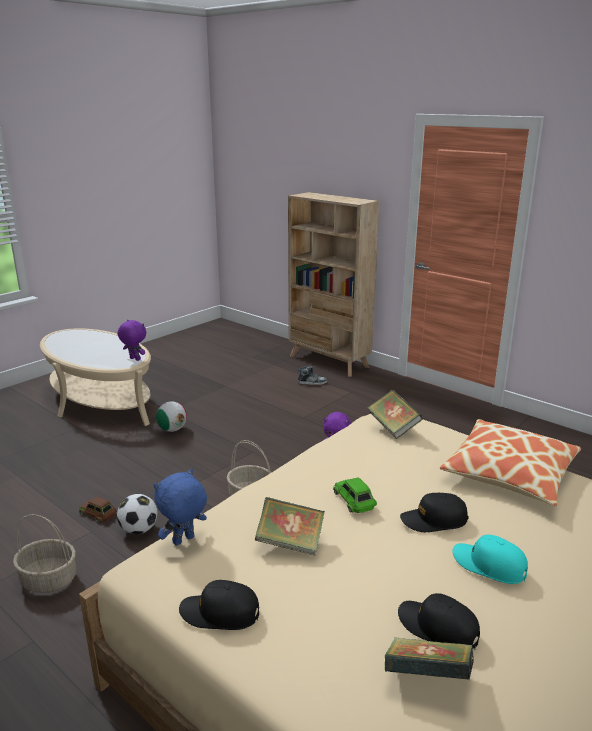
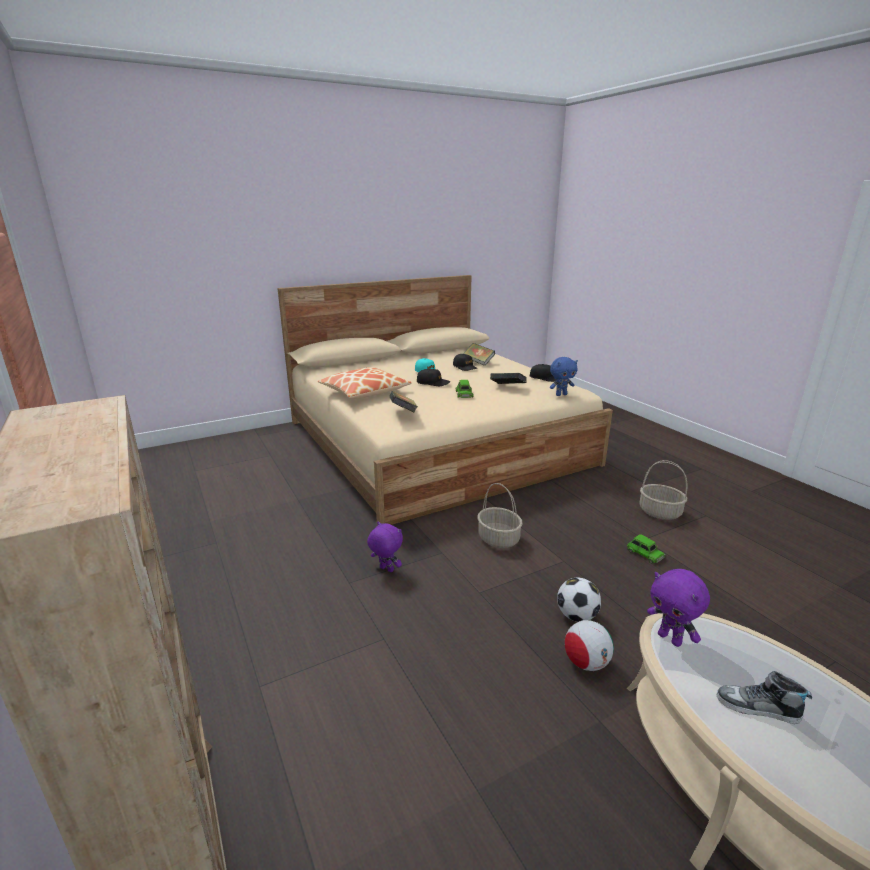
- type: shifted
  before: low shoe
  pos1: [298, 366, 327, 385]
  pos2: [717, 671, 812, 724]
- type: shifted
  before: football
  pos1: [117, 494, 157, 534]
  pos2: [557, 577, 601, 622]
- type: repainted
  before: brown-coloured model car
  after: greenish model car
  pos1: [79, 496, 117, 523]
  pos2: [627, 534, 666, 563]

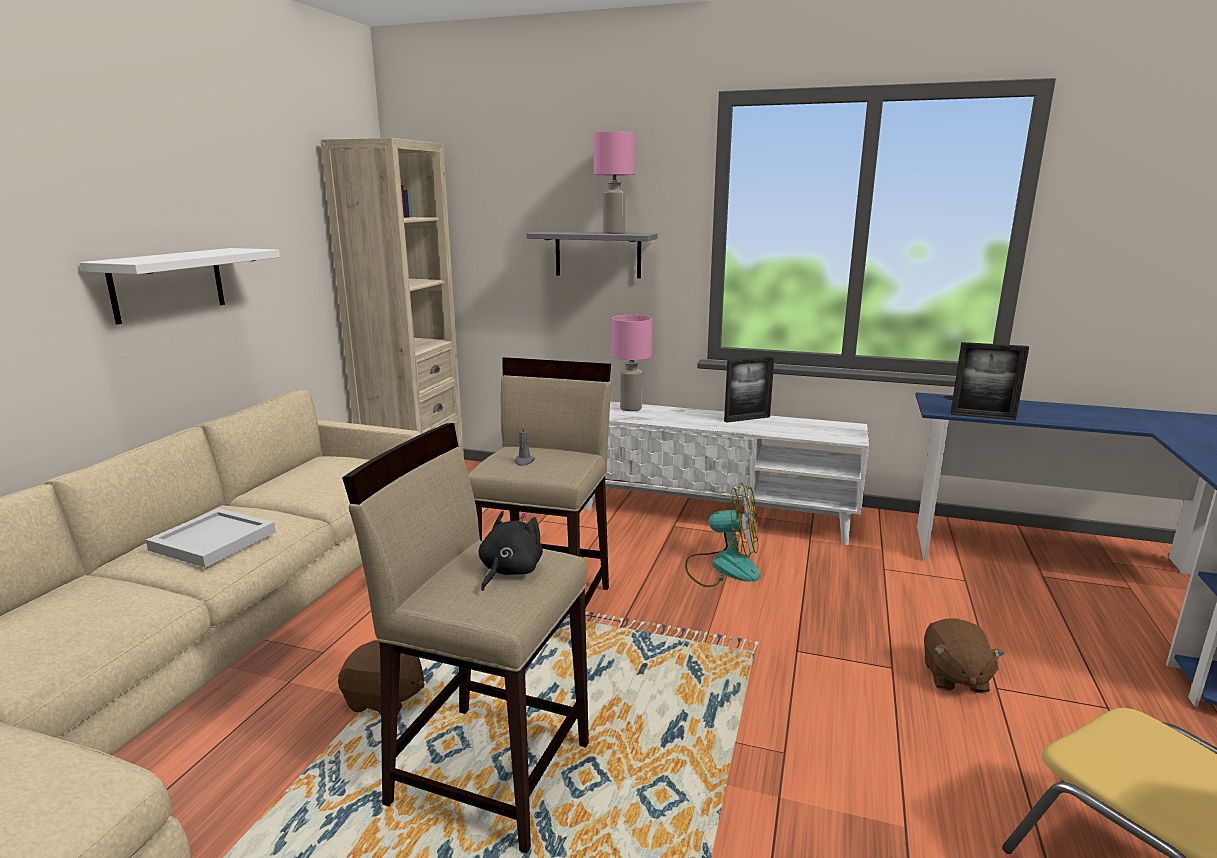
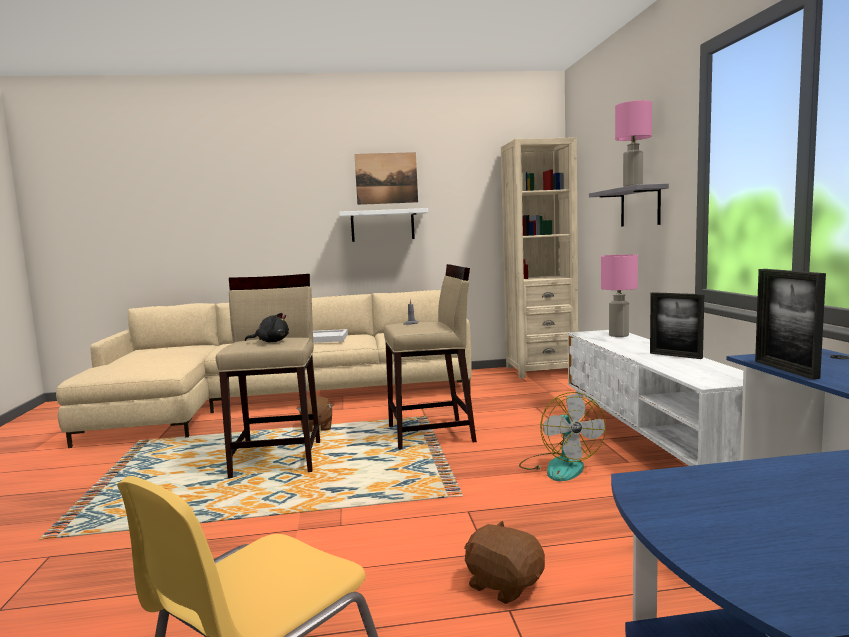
- type: rotated
  before: brown-coloured soft toy
  pos1: [924, 618, 1004, 693]
  pos2: [464, 520, 545, 604]
  turn: 60
- type: new
  after: wall art
  pos2: [354, 152, 418, 205]

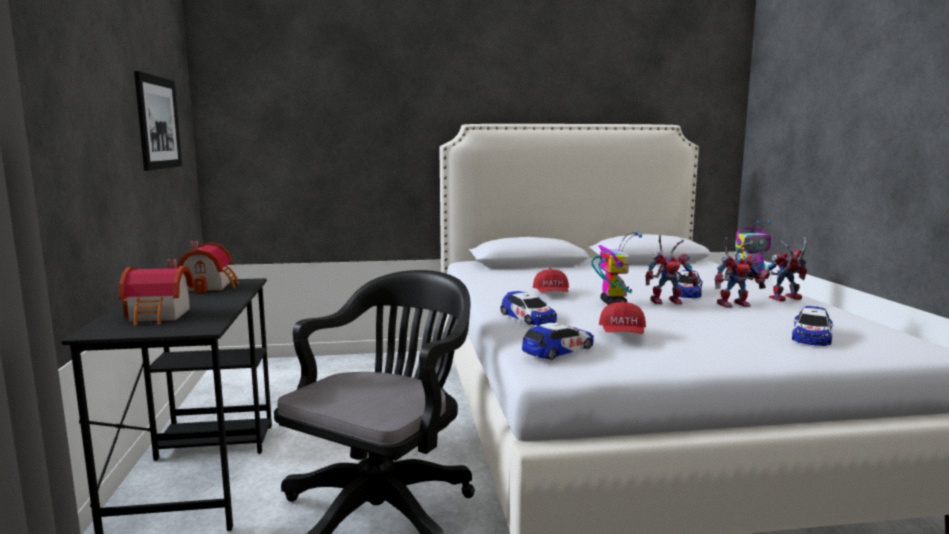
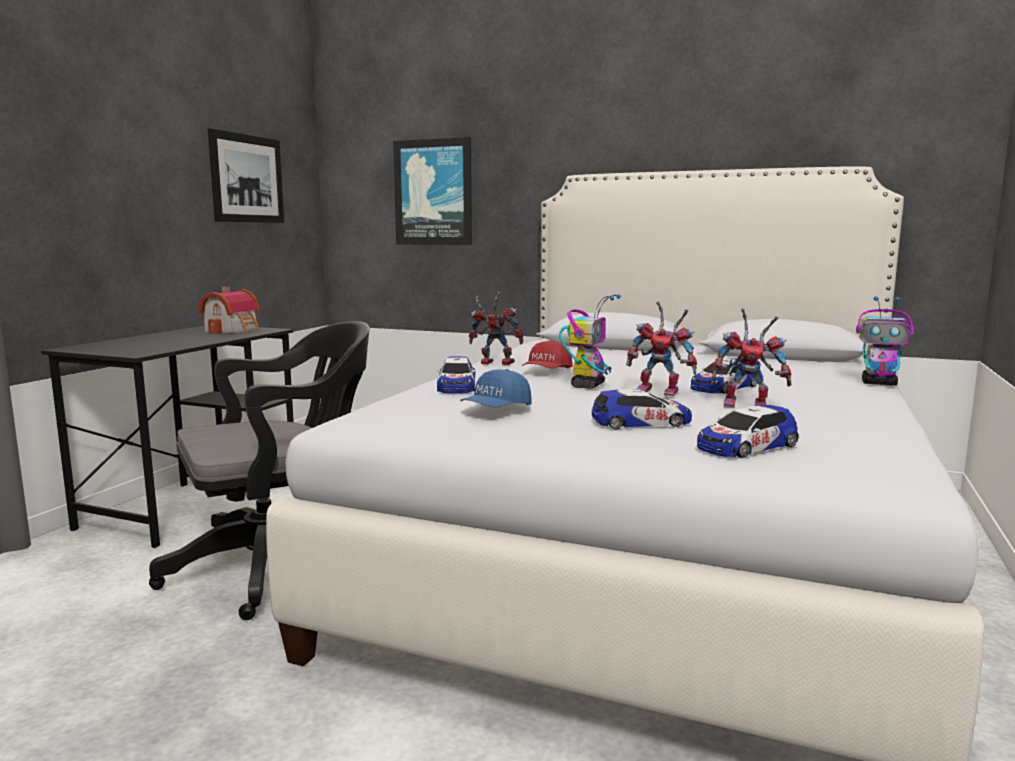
- type: shifted
  before: toy robot
  pos1: [760, 237, 807, 302]
  pos2: [469, 292, 524, 365]
- type: gone
  before: miniature house
  pos1: [119, 259, 194, 325]
- type: repainted
  before: reddish cap
  after: blue-coloured cap
  pos1: [599, 301, 646, 334]
  pos2: [460, 369, 532, 407]
- type: shifted
  before: model car
  pos1: [522, 323, 594, 360]
  pos2: [592, 389, 692, 429]
- type: new
  after: wall art
  pos2: [393, 137, 472, 245]

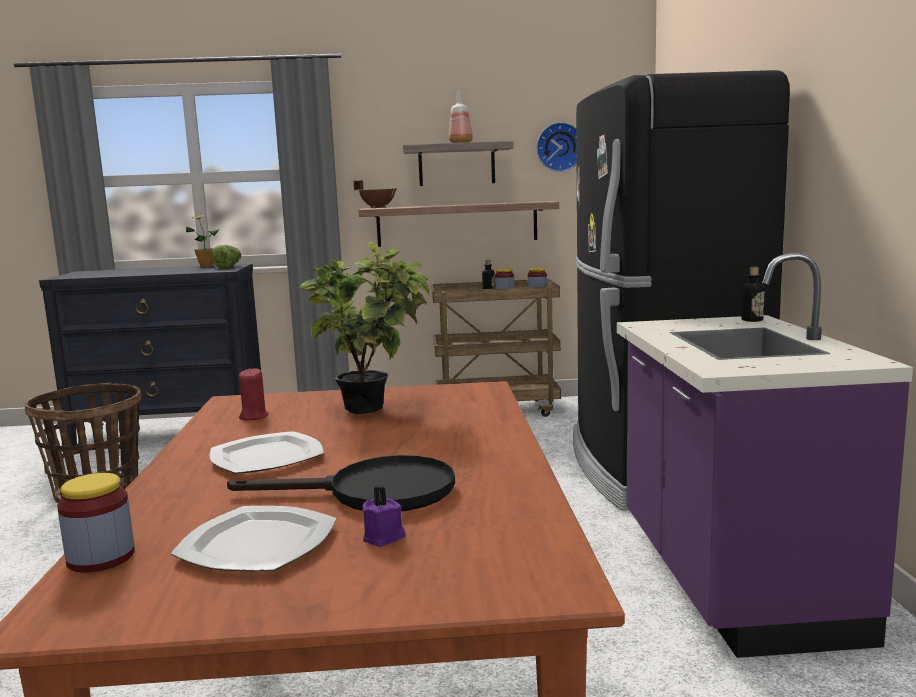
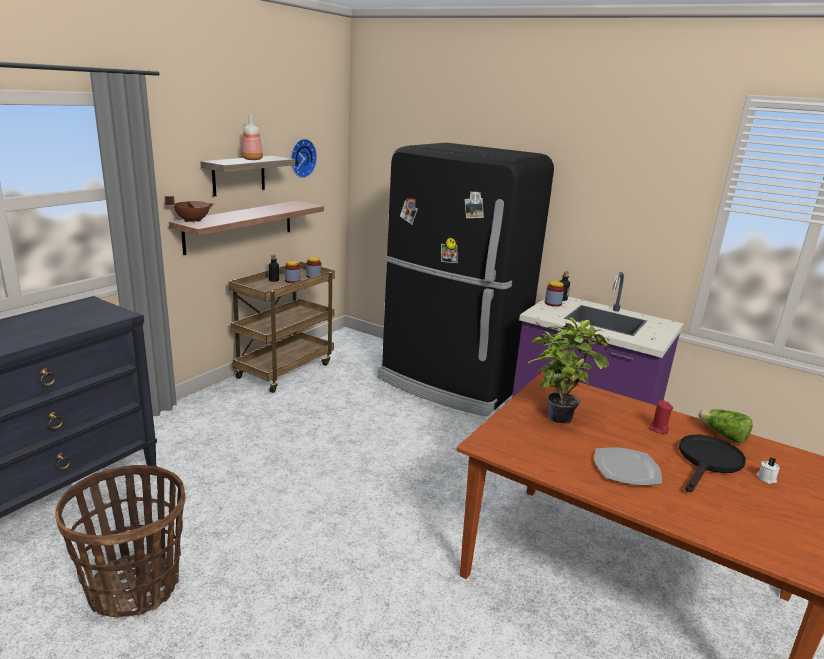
- type: gone
  before: plant in a pot
  pos1: [186, 215, 219, 267]
- type: shifted
  before: head of lettuce
  pos1: [211, 245, 241, 268]
  pos2: [698, 409, 753, 443]
- type: shifted
  before: reddish wax candle
  pos1: [239, 368, 269, 421]
  pos2: [648, 400, 673, 434]
- type: shifted
  before: storage jar
  pos1: [57, 473, 135, 573]
  pos2: [545, 281, 564, 307]
- type: repainted
  before: purplish wax candle
  after: whitish wax candle
  pos1: [363, 486, 406, 547]
  pos2: [757, 457, 780, 484]
- type: gone
  before: flat dish
  pos1: [170, 506, 337, 571]

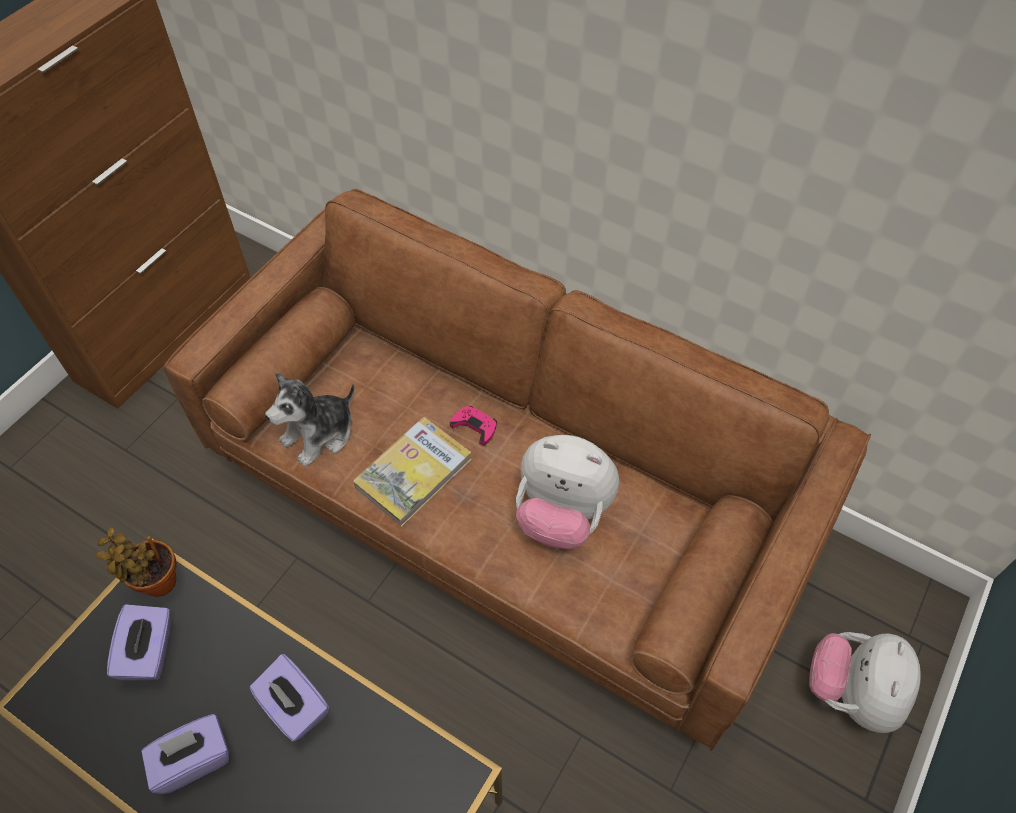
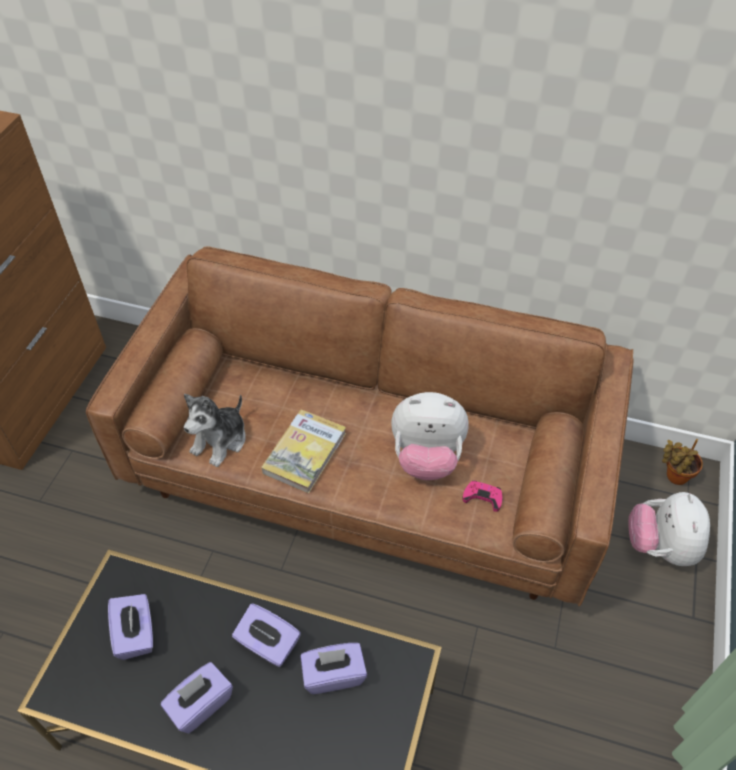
- type: shifted
  before: pink-coloured gamepad
  pos1: [450, 406, 497, 445]
  pos2: [462, 481, 502, 512]
- type: shifted
  before: plant in a pot
  pos1: [96, 527, 177, 597]
  pos2: [662, 439, 703, 485]
- type: new
  after: purplish box of tissues
  pos2: [300, 643, 367, 694]

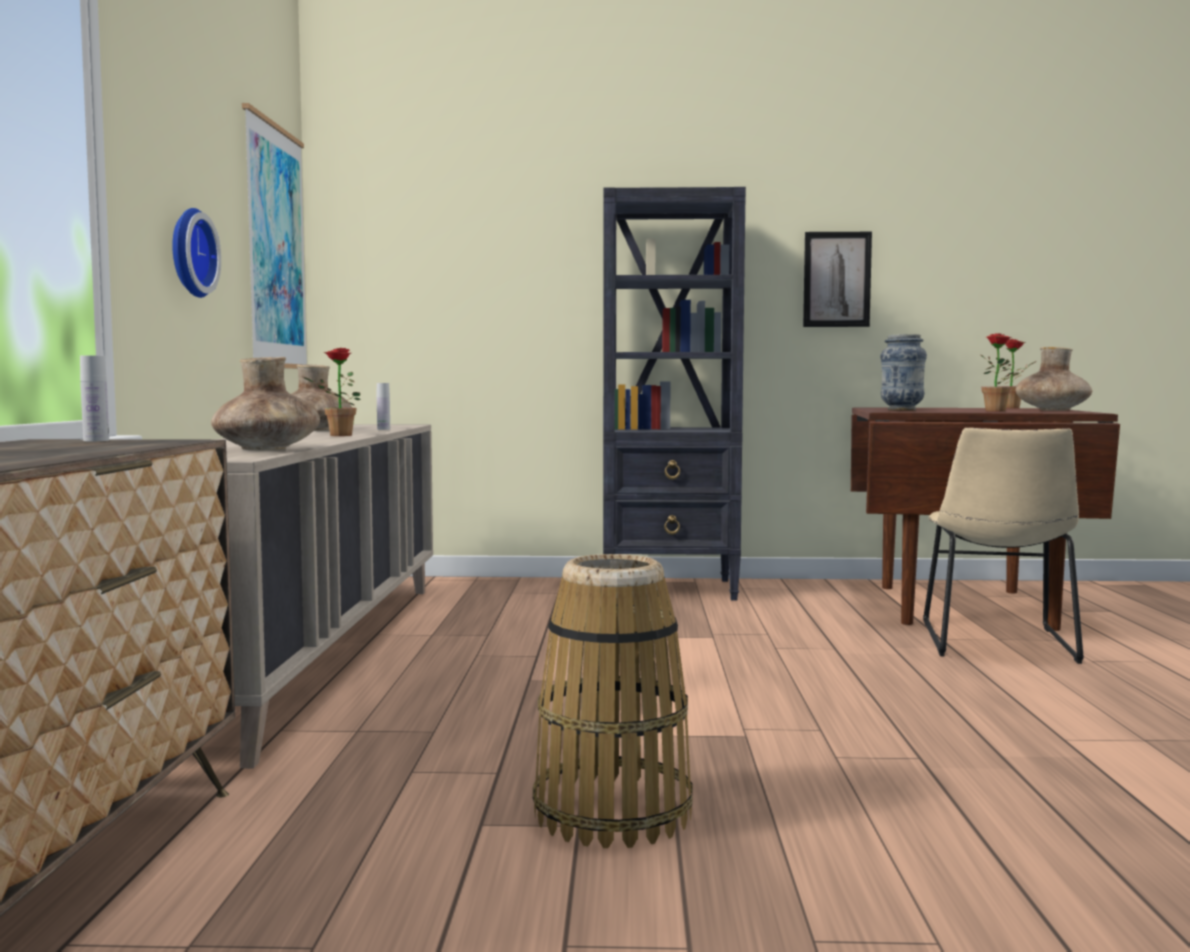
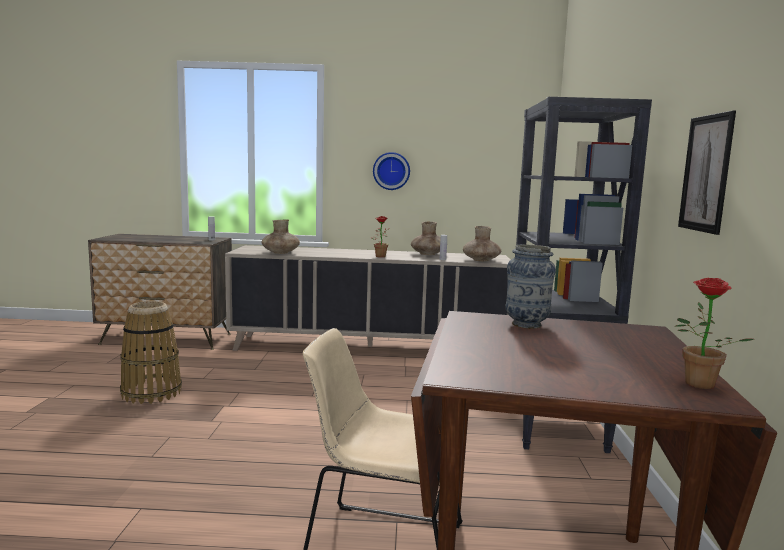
- type: gone
  before: wall art
  pos1: [242, 103, 307, 369]
- type: gone
  before: plant in a pot
  pos1: [981, 333, 1018, 412]
- type: shifted
  before: brown-coloured flower vase
  pos1: [1015, 347, 1092, 411]
  pos2: [463, 226, 501, 261]

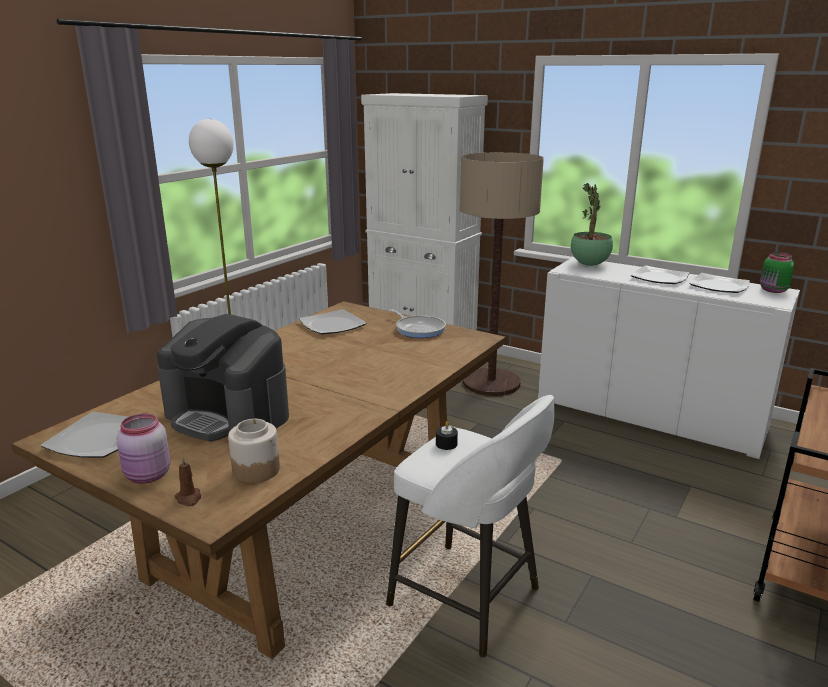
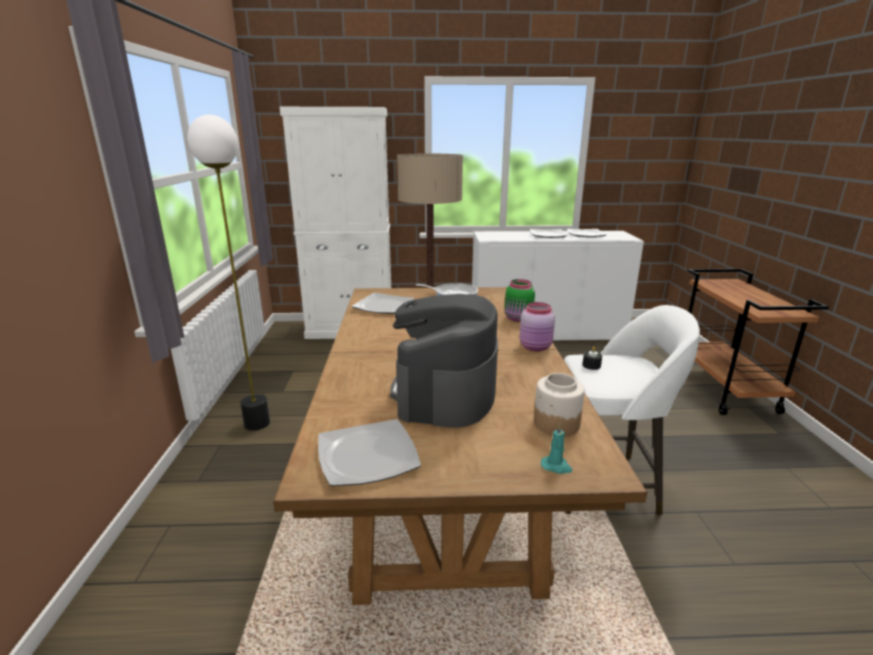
- type: gone
  before: plant in a pot
  pos1: [571, 183, 613, 266]
- type: shifted
  before: greenish storage jar
  pos1: [760, 252, 794, 293]
  pos2: [505, 279, 535, 322]
- type: rotated
  before: coffee maker
  pos1: [157, 314, 289, 442]
  pos2: [390, 294, 498, 428]
  turn: 105
- type: shifted
  before: pink-coloured storage jar
  pos1: [117, 413, 171, 484]
  pos2: [519, 302, 555, 352]
- type: repainted
  before: brown-coloured wax candle
  after: turquoise-coloured wax candle
  pos1: [175, 456, 201, 507]
  pos2: [541, 423, 573, 474]

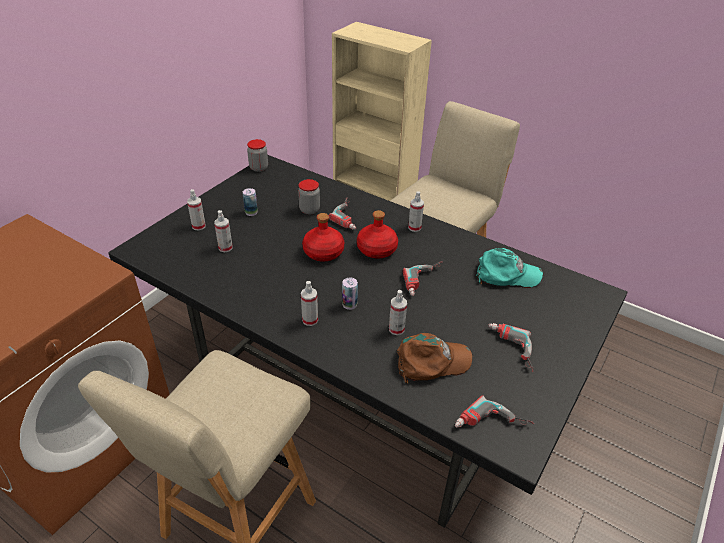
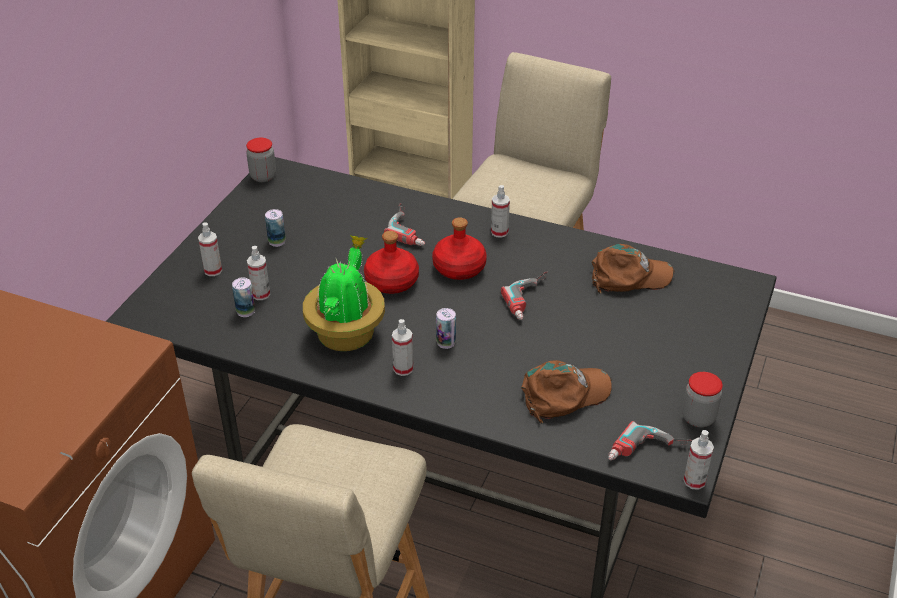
- type: shifted
  before: storage jar
  pos1: [298, 179, 320, 214]
  pos2: [682, 372, 723, 427]
- type: repainted
  before: turquoise-coloured cap
  after: brown-coloured cap
  pos1: [476, 248, 544, 288]
  pos2: [592, 244, 675, 294]
- type: shifted
  before: hand sprayer
  pos1: [389, 290, 407, 335]
  pos2: [684, 430, 714, 490]
- type: gone
  before: power drill
  pos1: [488, 323, 534, 373]
- type: new
  after: plant in a pot
  pos2: [303, 235, 385, 351]
- type: new
  after: sealed can
  pos2: [232, 278, 255, 317]

